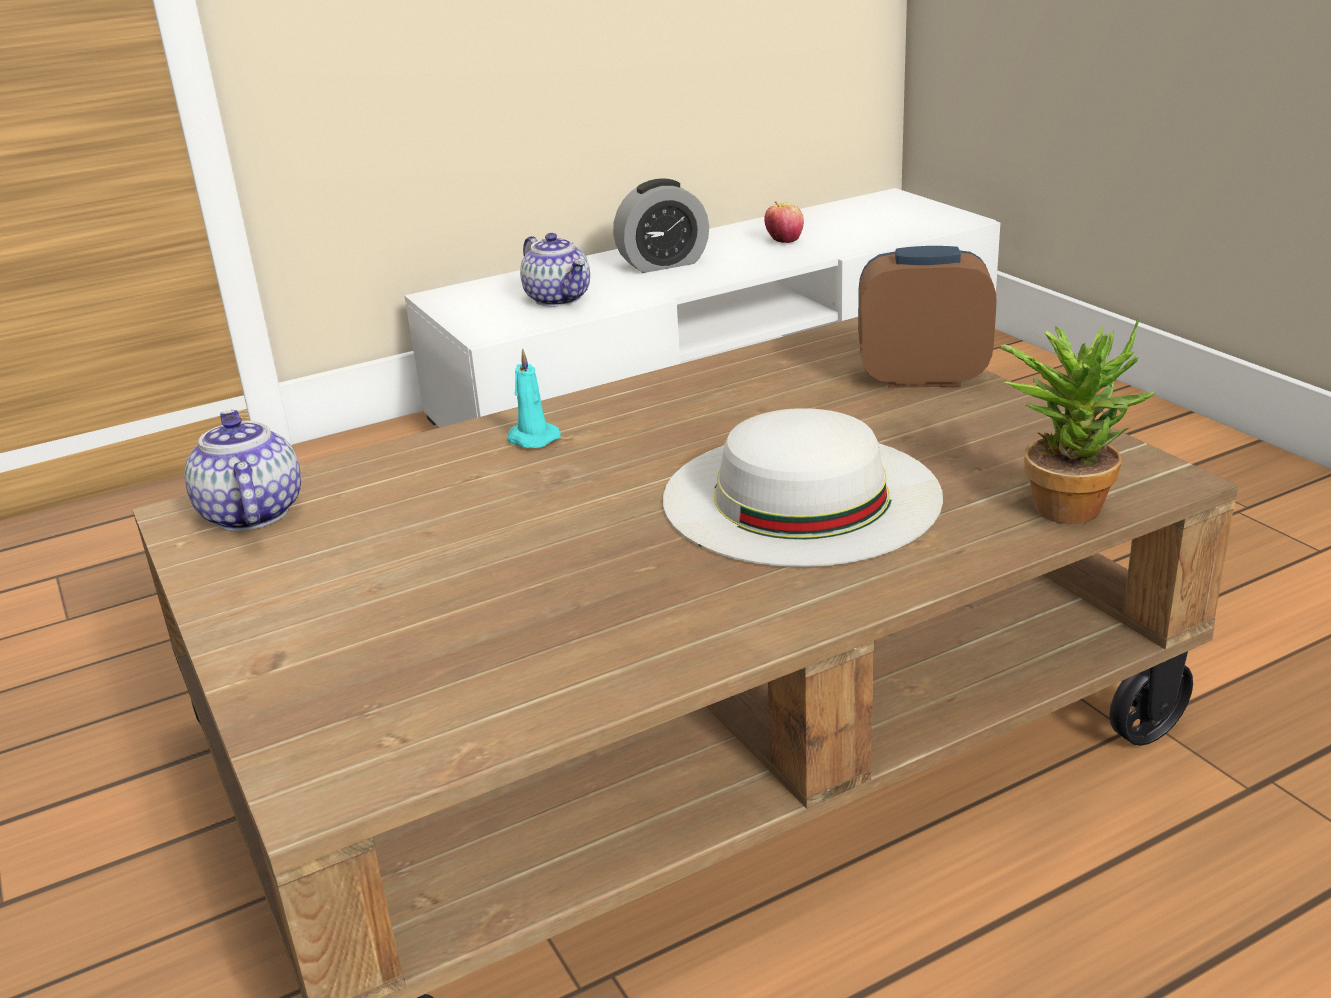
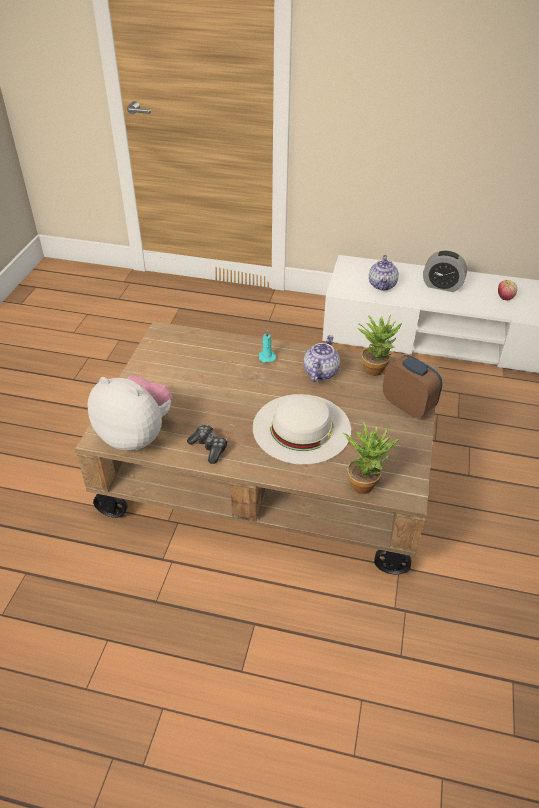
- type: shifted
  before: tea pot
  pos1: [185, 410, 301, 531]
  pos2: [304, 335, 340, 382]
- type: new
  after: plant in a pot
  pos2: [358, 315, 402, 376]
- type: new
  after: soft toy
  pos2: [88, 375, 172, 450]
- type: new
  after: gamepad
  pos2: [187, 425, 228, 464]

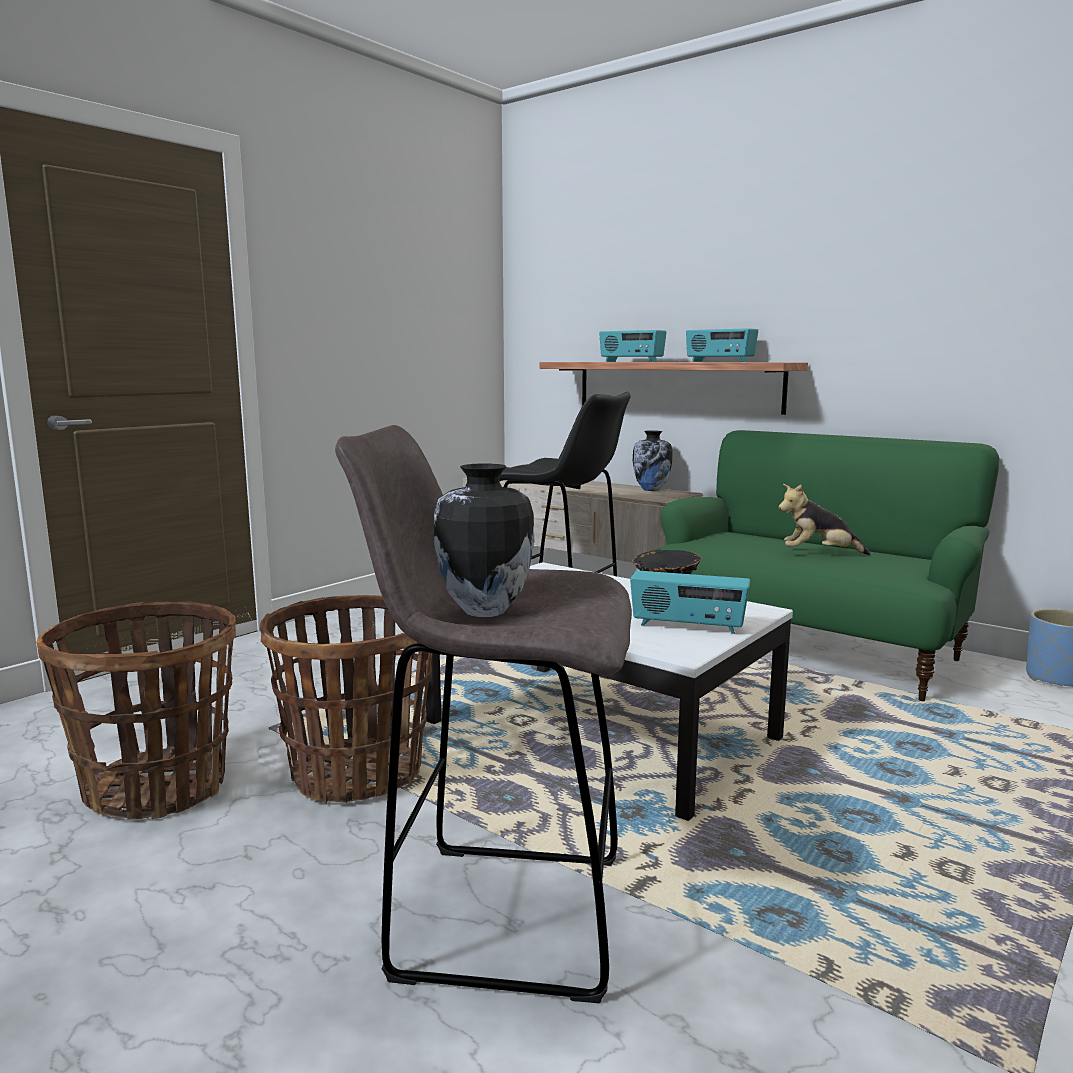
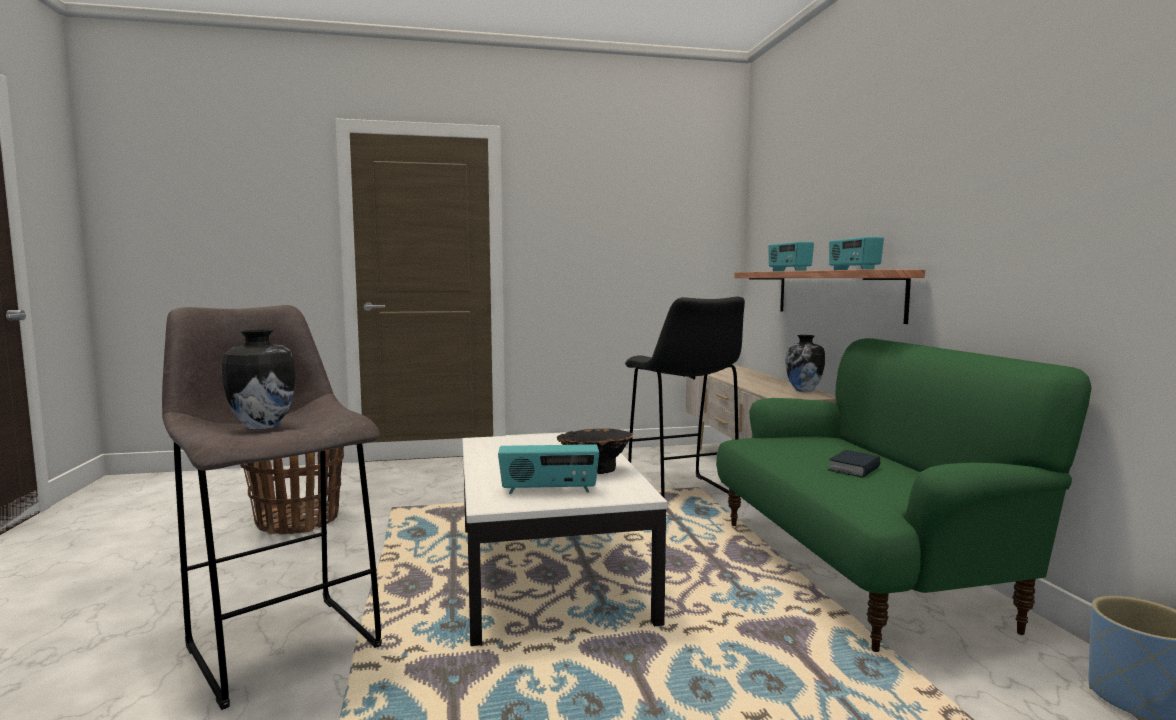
- type: swapped
  before: soft toy
  after: volume
  pos1: [778, 484, 870, 555]
  pos2: [828, 450, 881, 478]
- type: rotated
  before: radio receiver
  pos1: [630, 570, 750, 634]
  pos2: [498, 444, 599, 494]
  turn: -60
- type: gone
  before: household basket
  pos1: [259, 595, 432, 803]

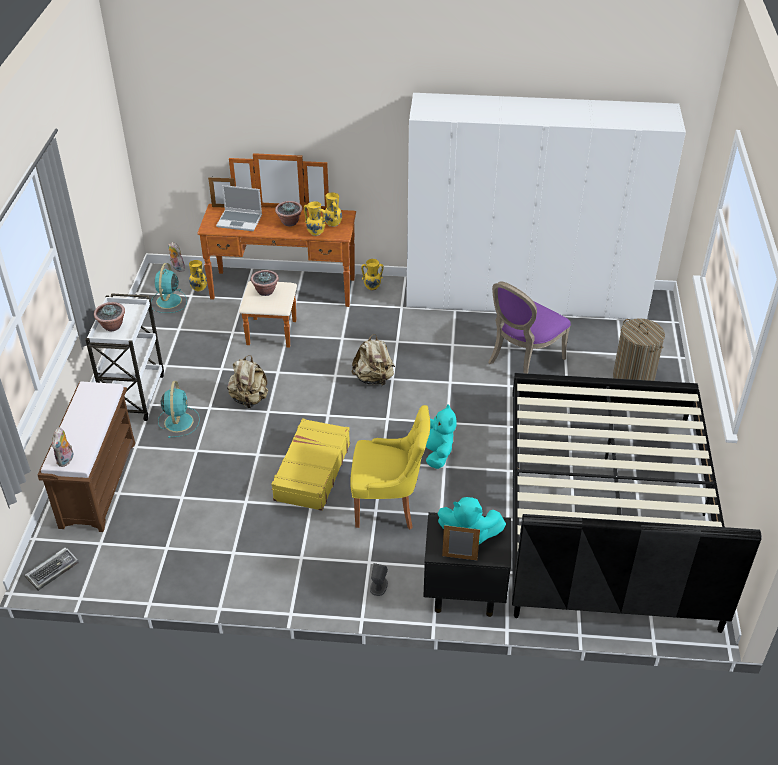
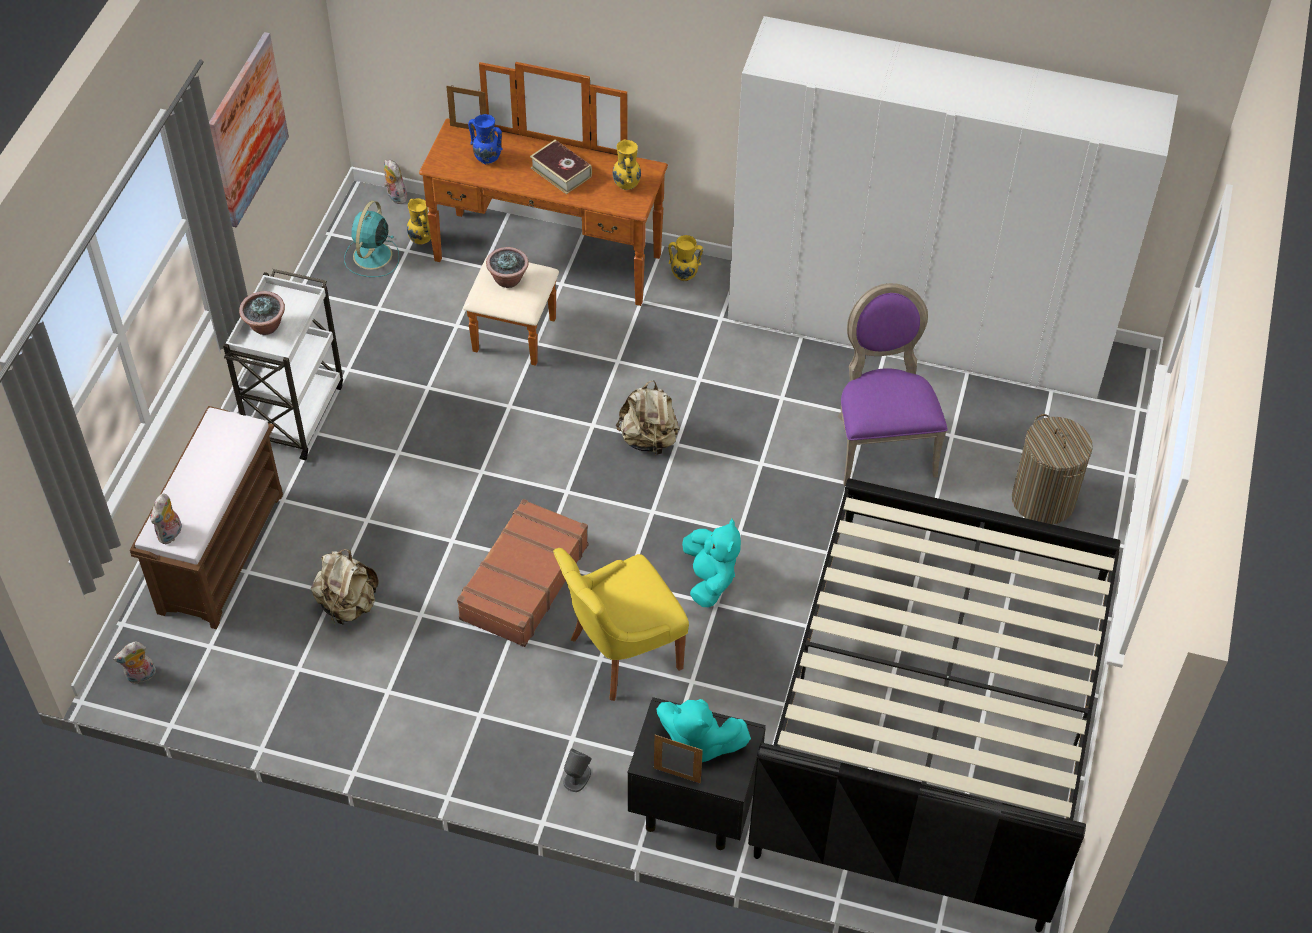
- type: swapped
  before: laptop
  after: blue-coloured flower vase
  pos1: [216, 185, 262, 231]
  pos2: [468, 114, 503, 165]
- type: swapped
  before: plant in a pot
  after: volume
  pos1: [275, 201, 302, 226]
  pos2: [530, 140, 592, 194]
- type: gone
  before: yellowish flower vase
  pos1: [304, 201, 326, 236]
- type: rotated
  before: purplish upright chair
  pos1: [488, 281, 571, 373]
  pos2: [838, 283, 947, 486]
  turn: 120
- type: shifted
  before: beige-coloured knapsack
  pos1: [227, 355, 268, 408]
  pos2: [311, 549, 379, 625]
- type: gone
  before: turquoise-coloured cooling fan
  pos1: [158, 381, 200, 438]
- type: rotated
  before: yellowish upright chair
  pos1: [350, 405, 430, 529]
  pos2: [553, 548, 689, 701]
  turn: 135
- type: repainted
  before: yellowish piece of luggage
  after: brown-coloured piece of luggage
  pos1: [272, 418, 350, 511]
  pos2: [457, 499, 588, 647]
- type: swapped
  before: keyboard
  after: soft toy
  pos1: [24, 547, 79, 591]
  pos2: [113, 642, 156, 685]
- type: new
  after: wall art
  pos2: [209, 32, 289, 227]

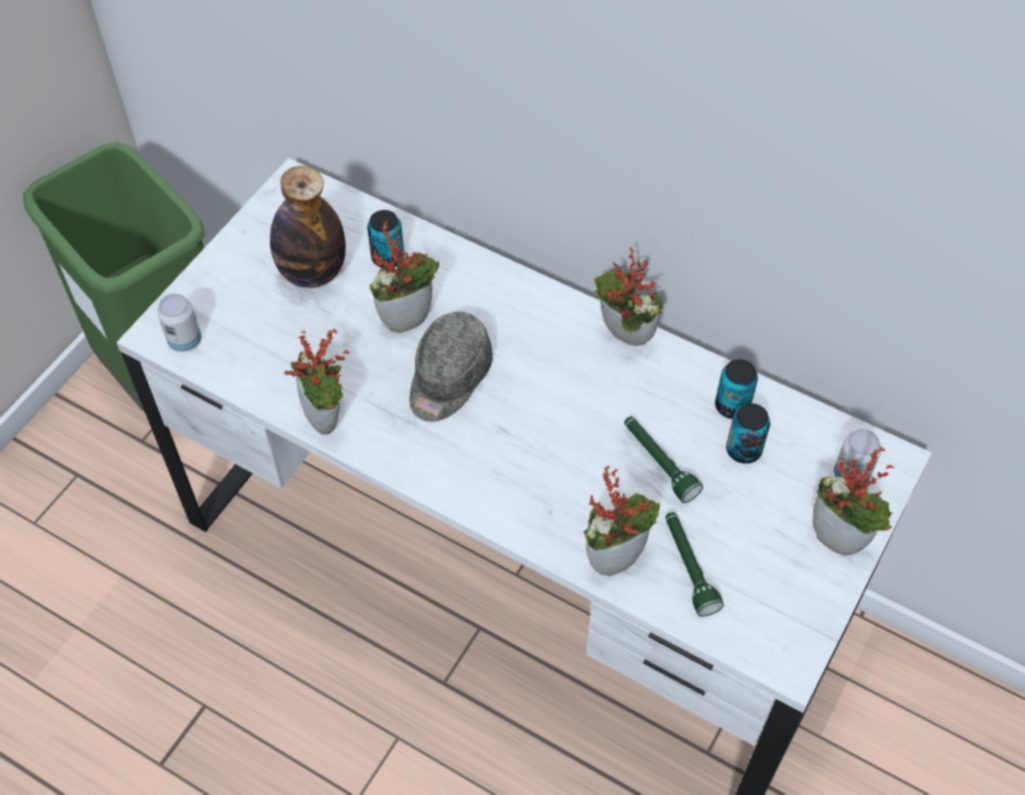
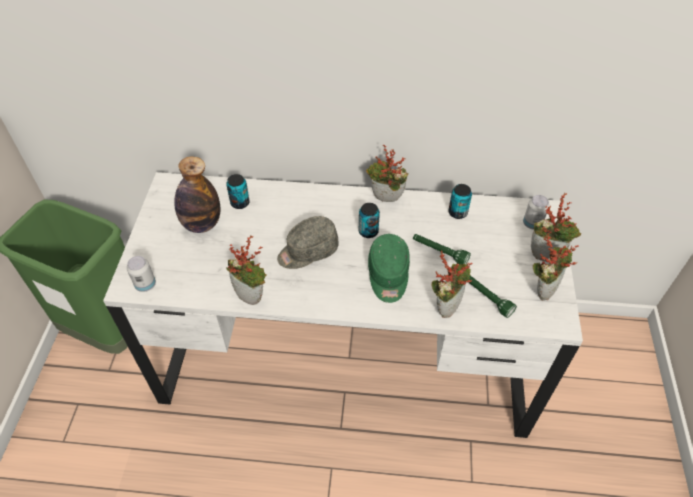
- type: shifted
  before: plant in a pot
  pos1: [370, 220, 439, 333]
  pos2: [533, 233, 579, 300]
- type: rotated
  before: gray cap
  pos1: [410, 312, 493, 422]
  pos2: [277, 216, 339, 269]
  turn: 60
- type: shifted
  before: sealed can
  pos1: [726, 403, 770, 464]
  pos2: [359, 203, 380, 238]
- type: new
  after: greenish cap
  pos2: [368, 234, 410, 303]

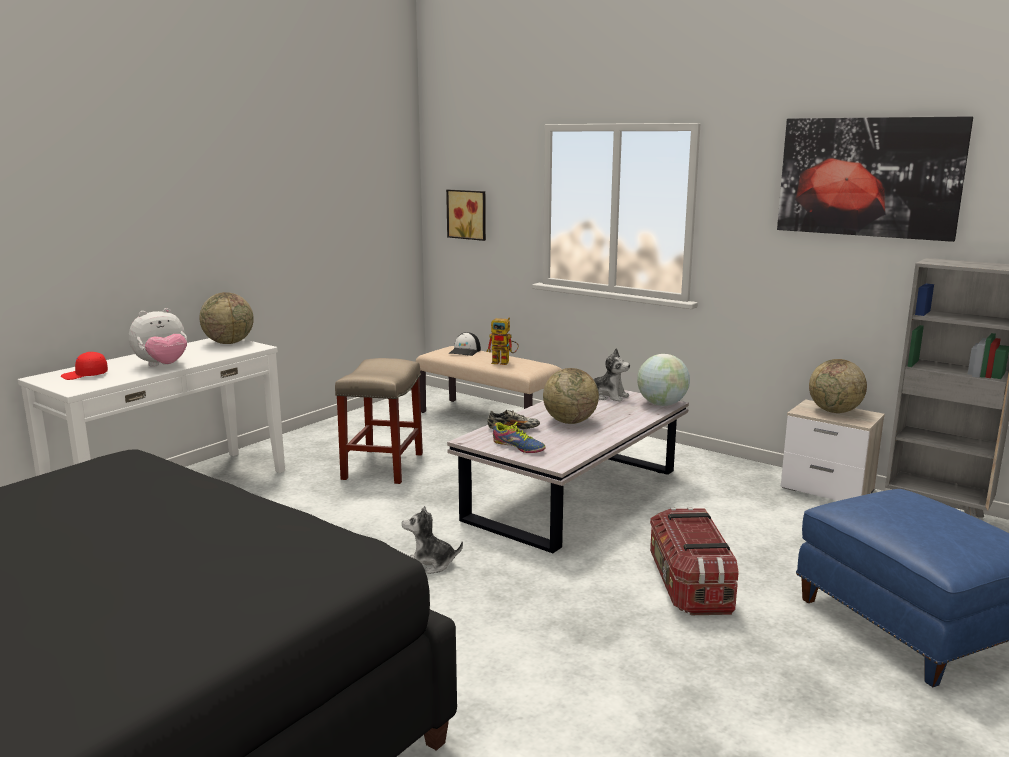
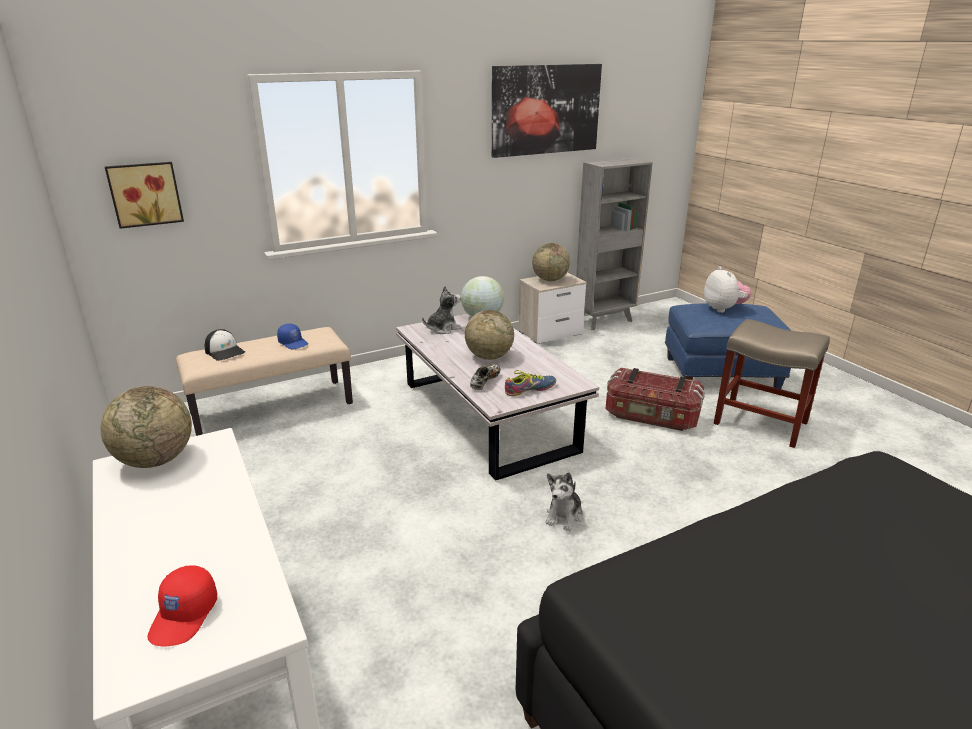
- type: shifted
  before: soft toy
  pos1: [129, 308, 187, 367]
  pos2: [704, 266, 751, 313]
- type: swapped
  before: toy robot
  after: blue-coloured cap
  pos1: [486, 318, 519, 365]
  pos2: [277, 324, 308, 350]
- type: shifted
  before: beige-coloured sitting stool
  pos1: [335, 358, 423, 484]
  pos2: [714, 319, 830, 448]

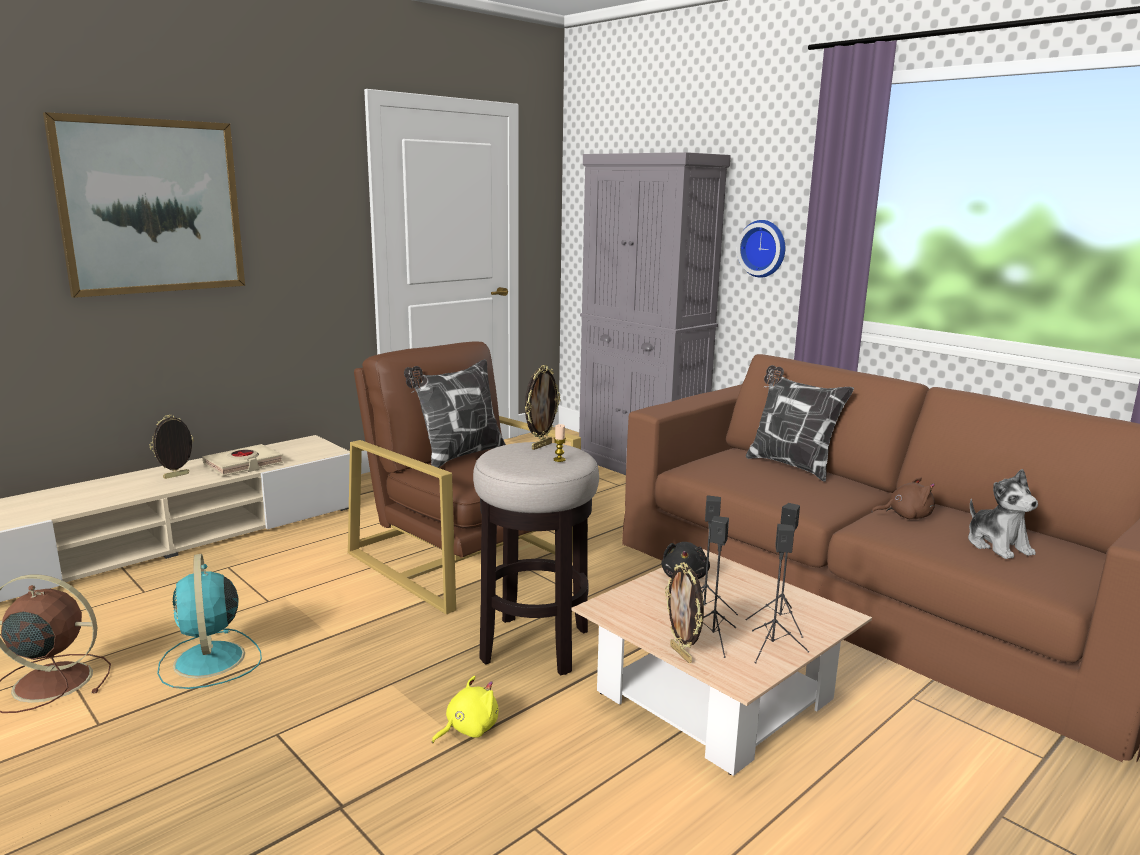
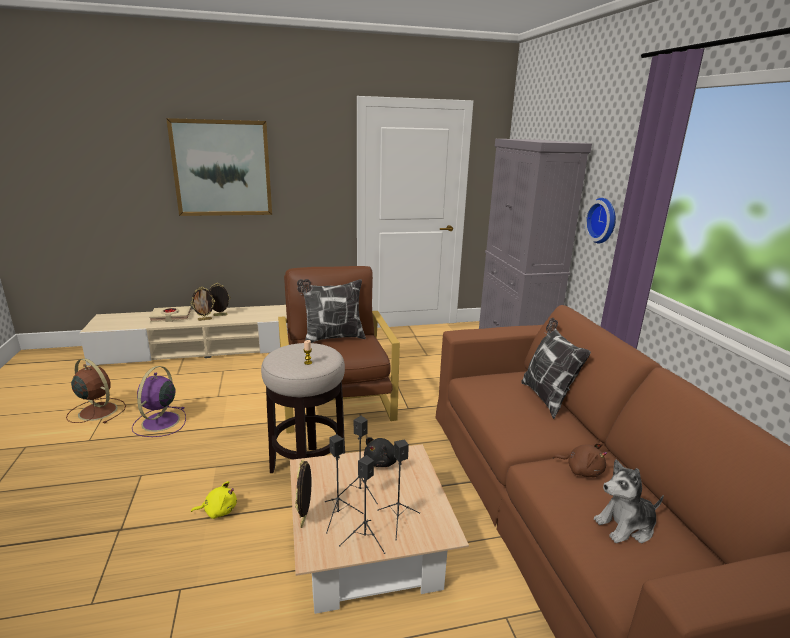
- type: shifted
  before: picture frame
  pos1: [525, 365, 561, 450]
  pos2: [190, 287, 215, 321]
- type: shifted
  before: beige-coloured volume
  pos1: [202, 444, 283, 476]
  pos2: [149, 306, 191, 322]
- type: rotated
  before: soft toy
  pos1: [968, 469, 1038, 559]
  pos2: [594, 459, 664, 543]
  turn: 60
- type: repainted
  before: turquoise-coloured cooling fan
  after: purplish cooling fan
  pos1: [157, 554, 262, 689]
  pos2: [132, 366, 186, 437]

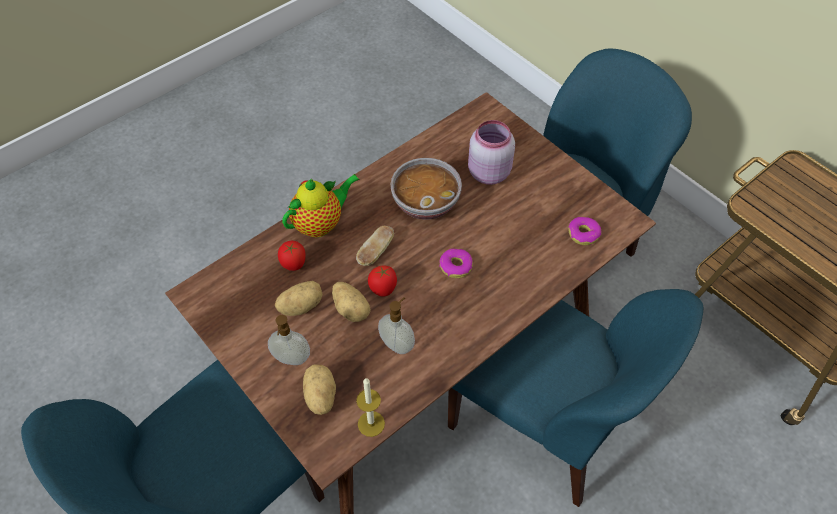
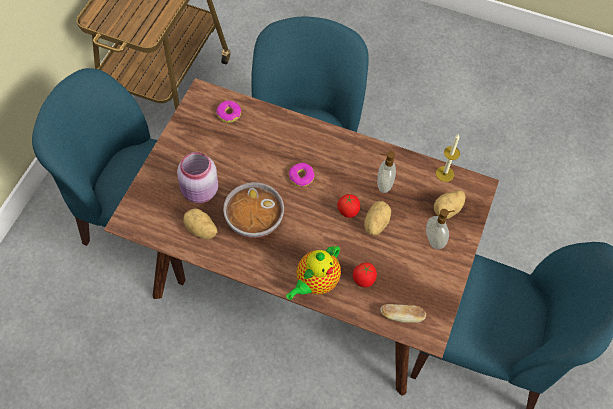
- type: rotated
  before: tea pot
  pos1: [282, 174, 360, 237]
  pos2: [286, 245, 341, 300]
  turn: -75
- type: shifted
  before: baked bread
  pos1: [356, 226, 394, 266]
  pos2: [380, 304, 426, 323]
- type: shifted
  before: potato
  pos1: [275, 281, 323, 316]
  pos2: [183, 208, 218, 239]

